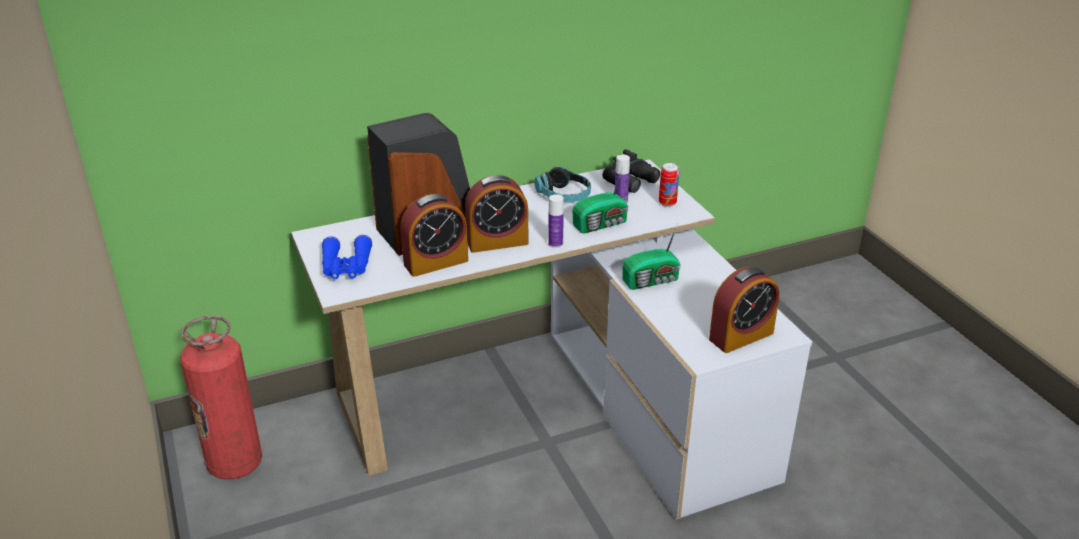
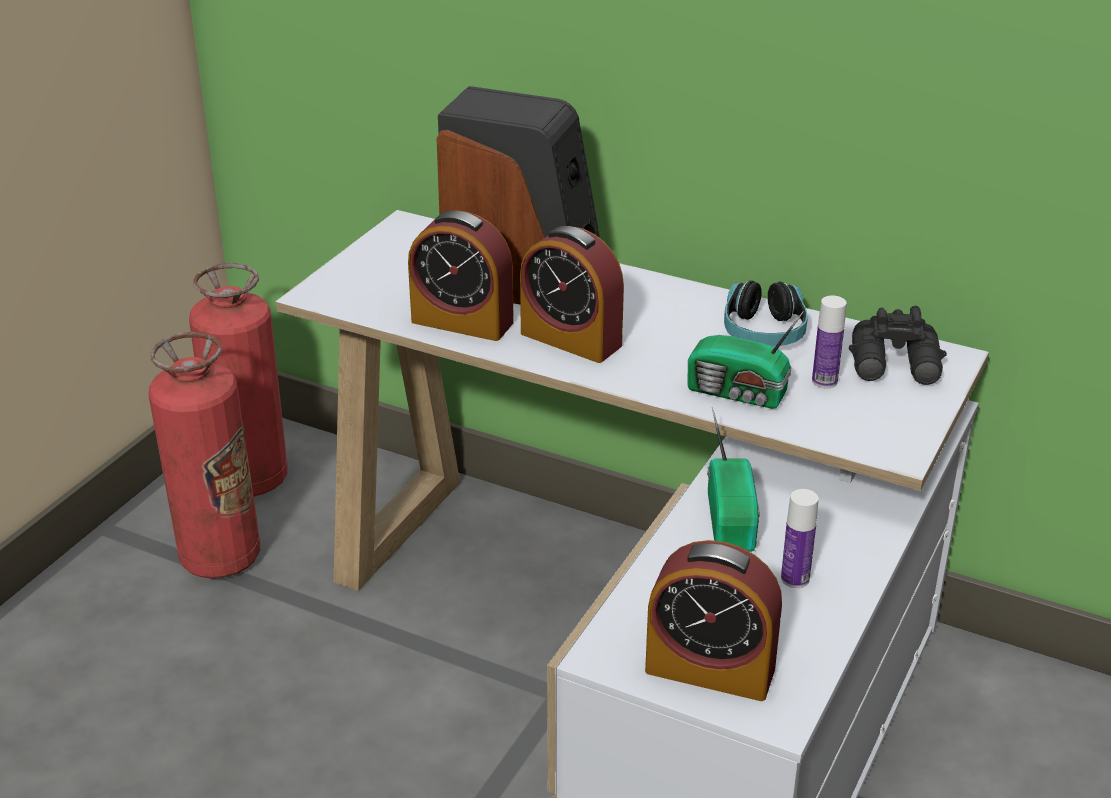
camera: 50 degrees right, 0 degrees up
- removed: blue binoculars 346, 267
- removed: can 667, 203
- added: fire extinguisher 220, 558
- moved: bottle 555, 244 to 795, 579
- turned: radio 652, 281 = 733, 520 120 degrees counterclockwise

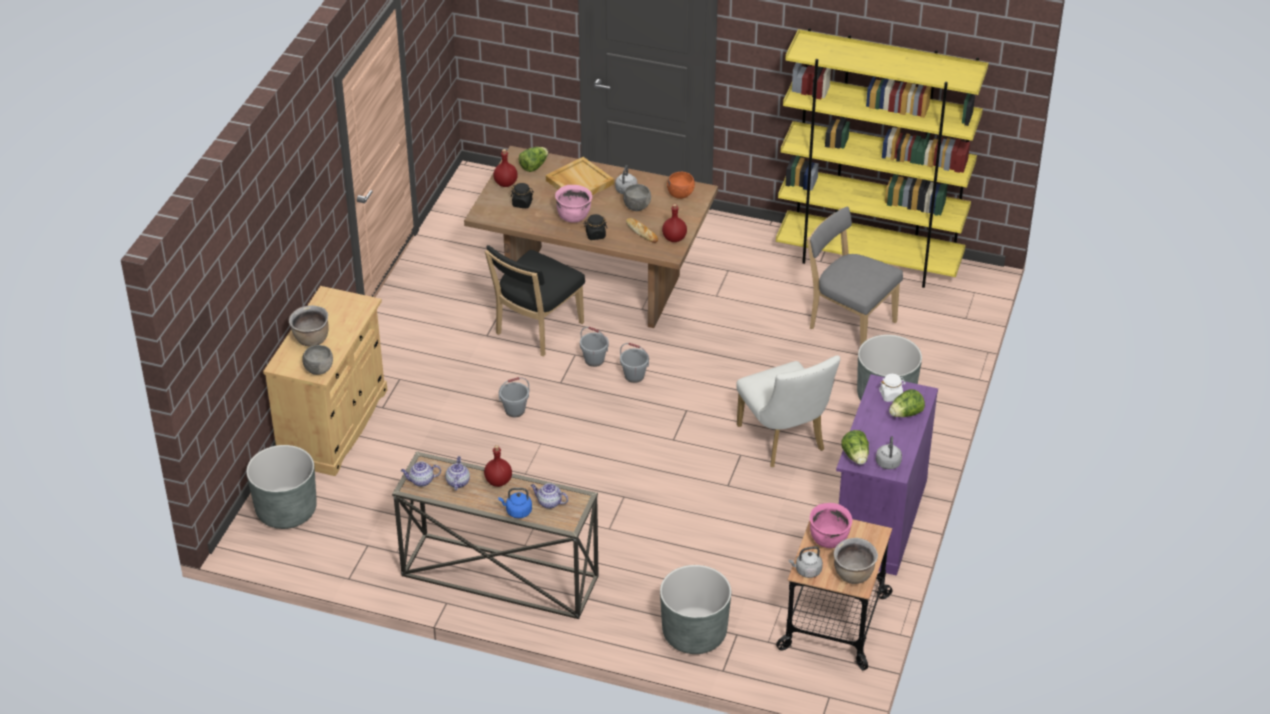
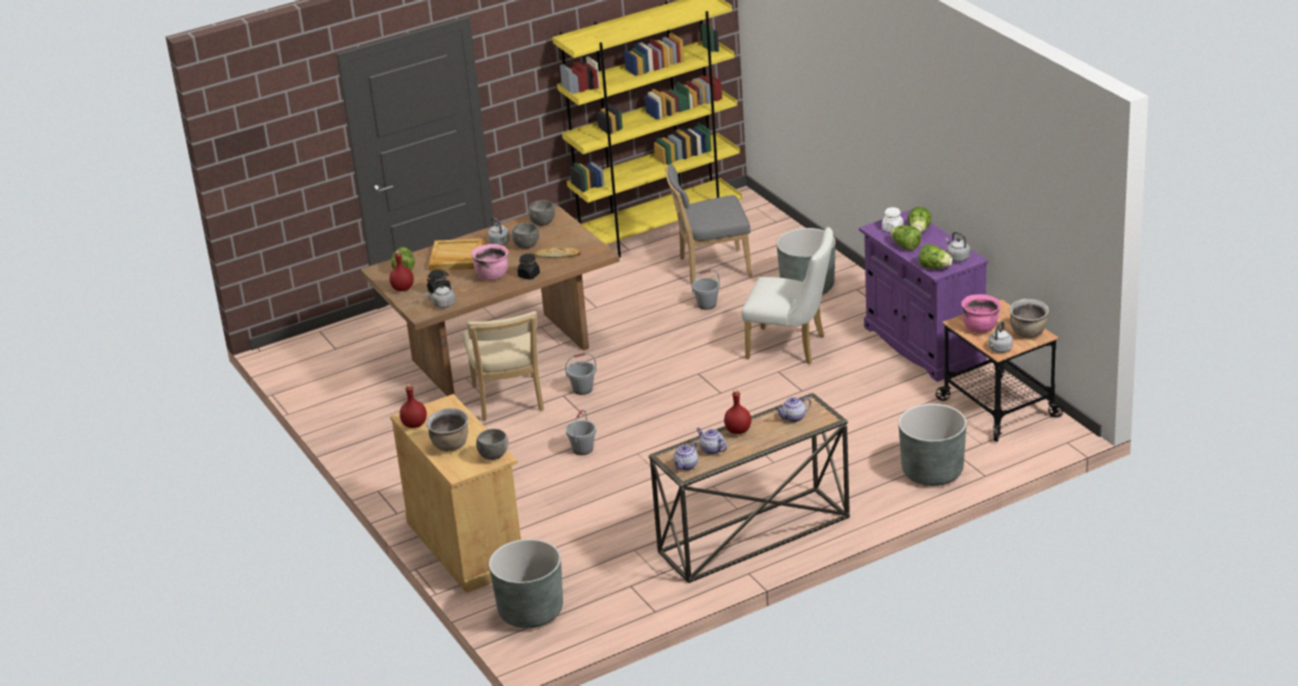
camera: 45 degrees left, 10 degrees down
- removed: blue kettle 517, 511
- added: grey kettle 442, 304
- added: lettuce 905, 246
- moved: grey bucket 634, 376 to 707, 305
- moved: red bottle 674, 238 to 414, 425
- recoloured: black chair 536, 330 to beige chair 508, 401
- recoloured: orange bowl 680, 195 to grey bowl 542, 223

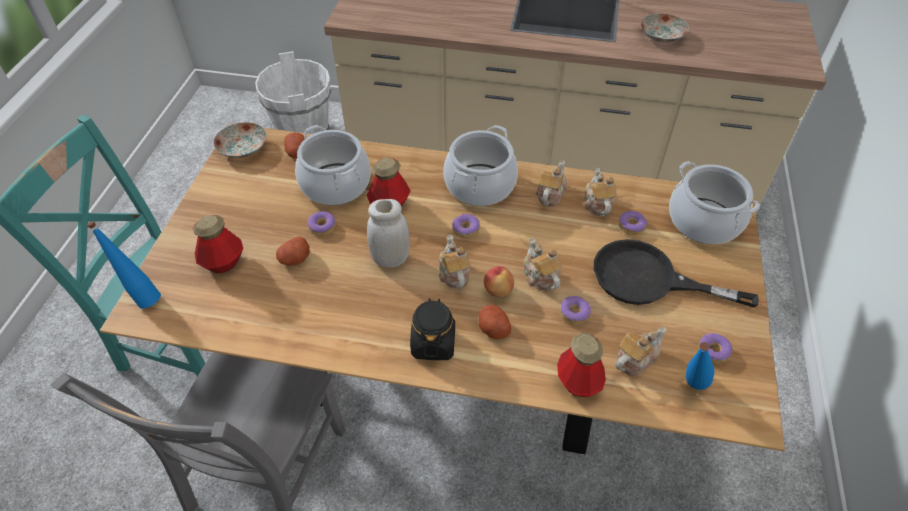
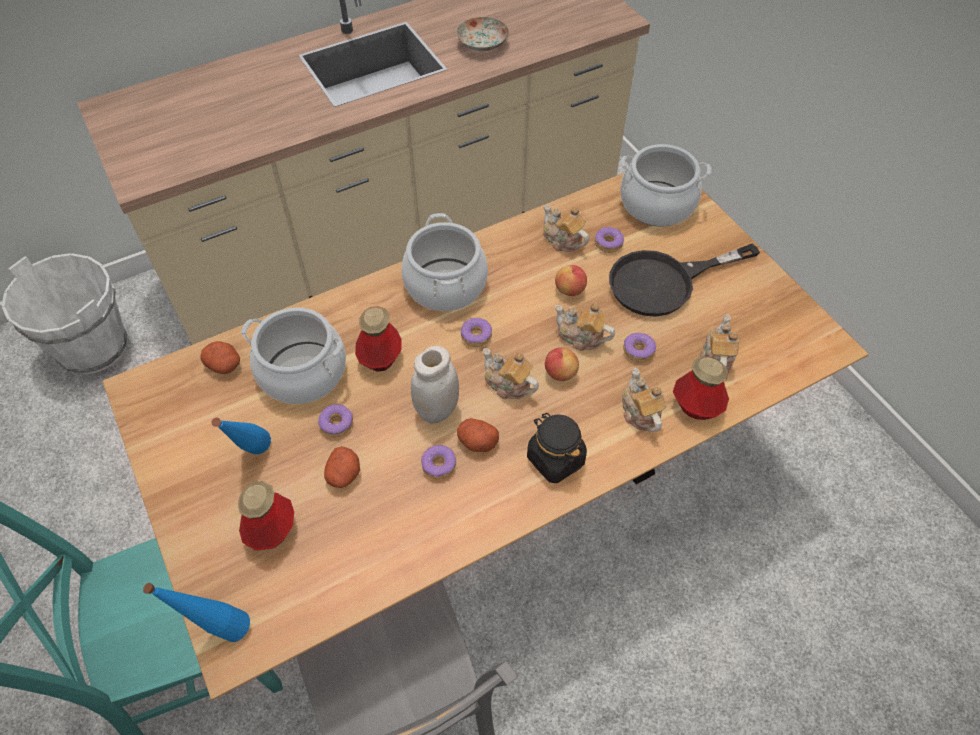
camera: 40 degrees left, 5 degrees up
- removed: plate 243, 149
- added: apple 570, 290
- moved: potato 493, 328 to 477, 441
- moved: teapot 550, 194 to 639, 412
- moved: blue bottle 689, 388 to 254, 457
- moved: donut 712, 352 to 438, 465

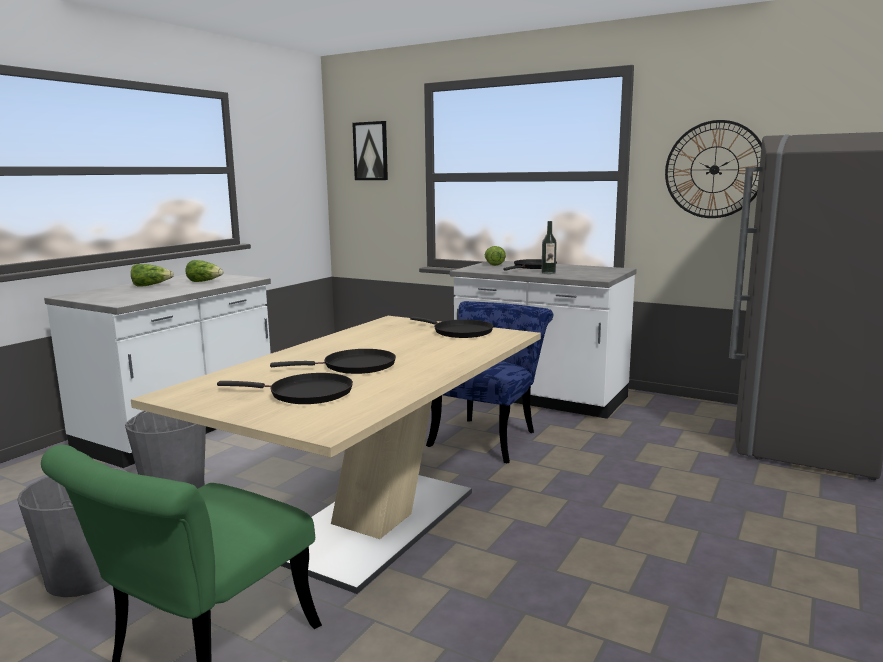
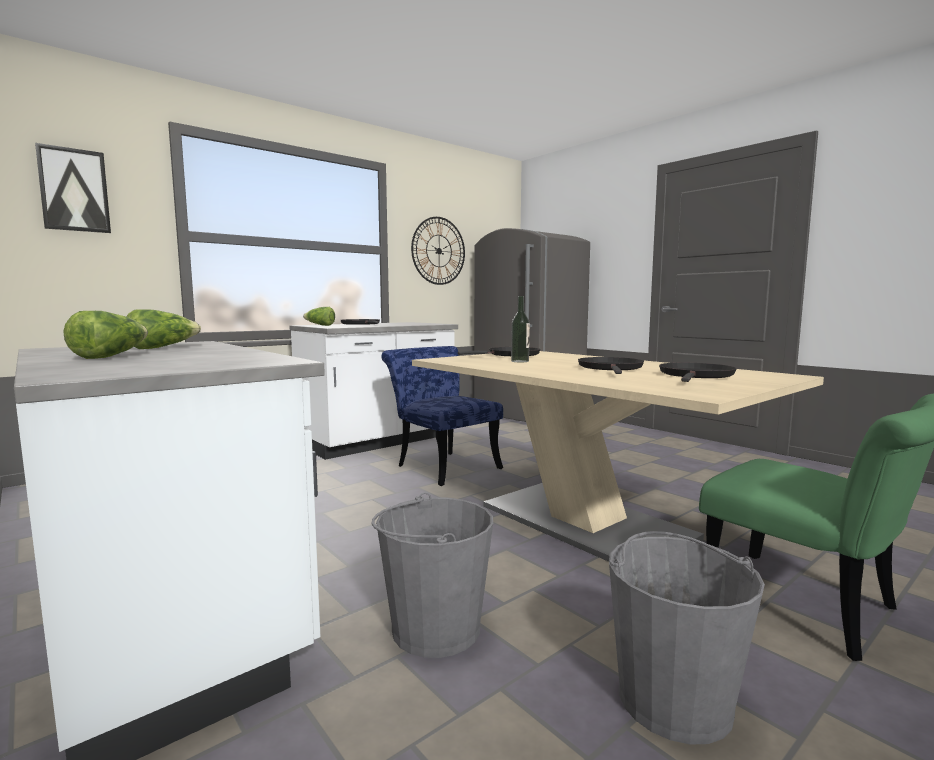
camera: 70 degrees left, 5 degrees down
- moved: bottle 548, 273 to 520, 361

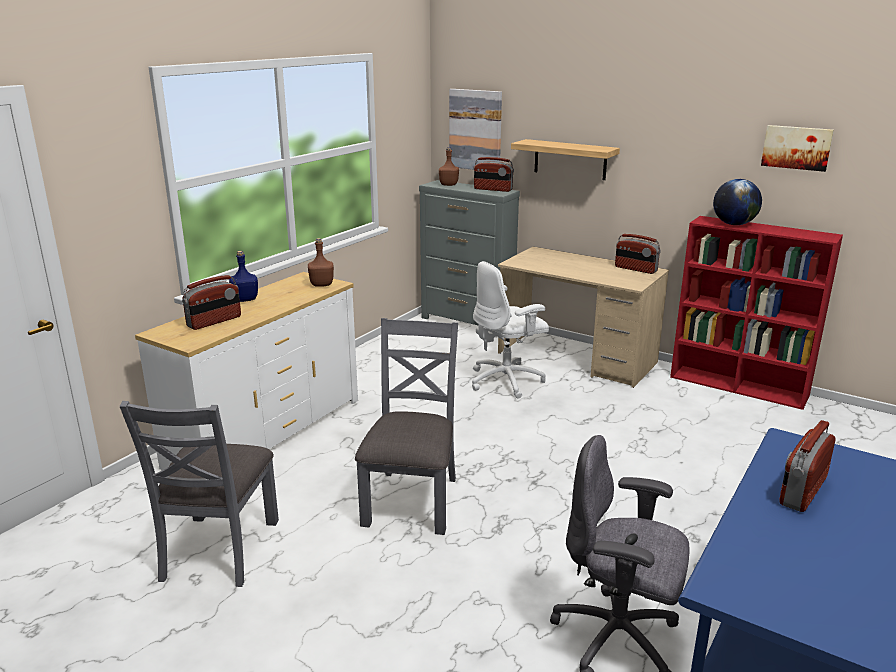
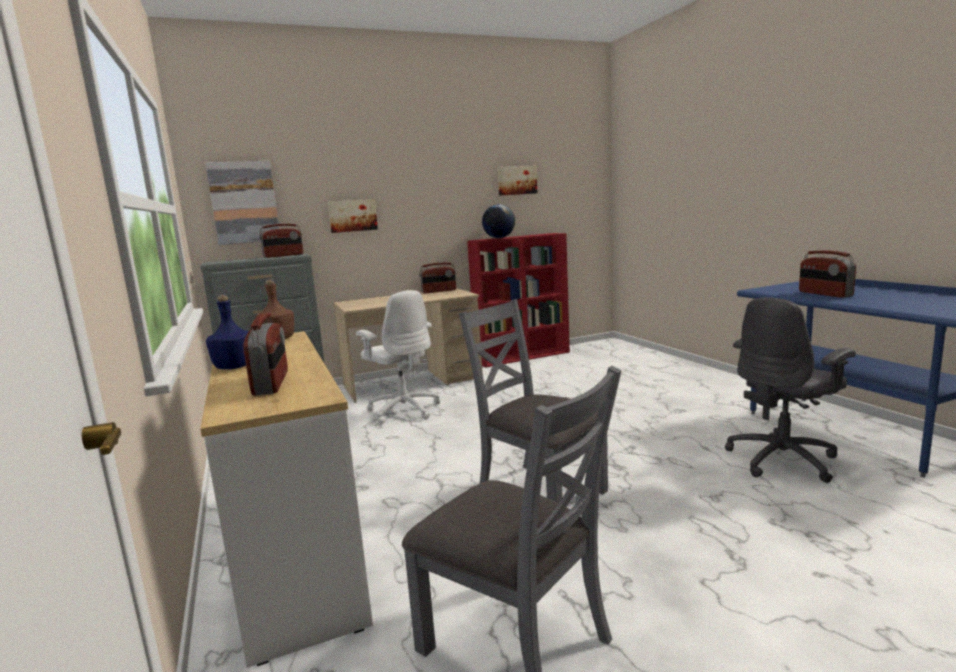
camera: 55 degrees left, 10 degrees down
- removed: brown bottle 448, 185
- replaced: shelf 570, 159 to picture 352, 215
- turned: white office chair 507, 381 = 403, 410 45 degrees counterclockwise

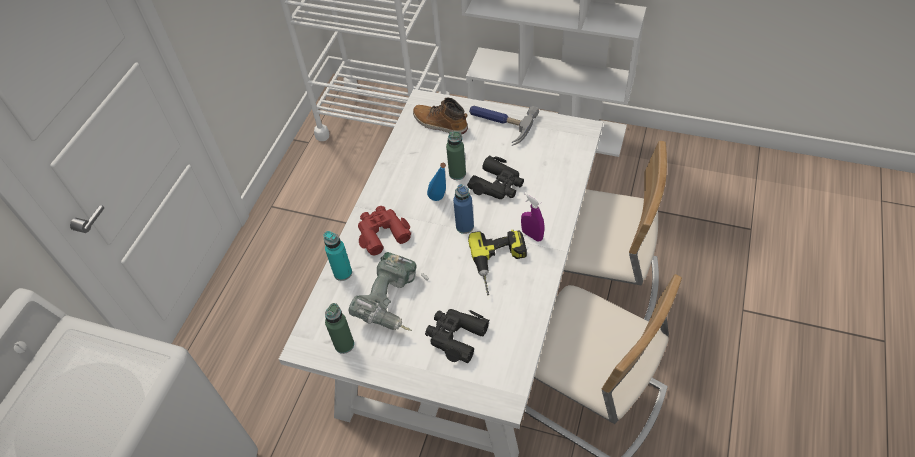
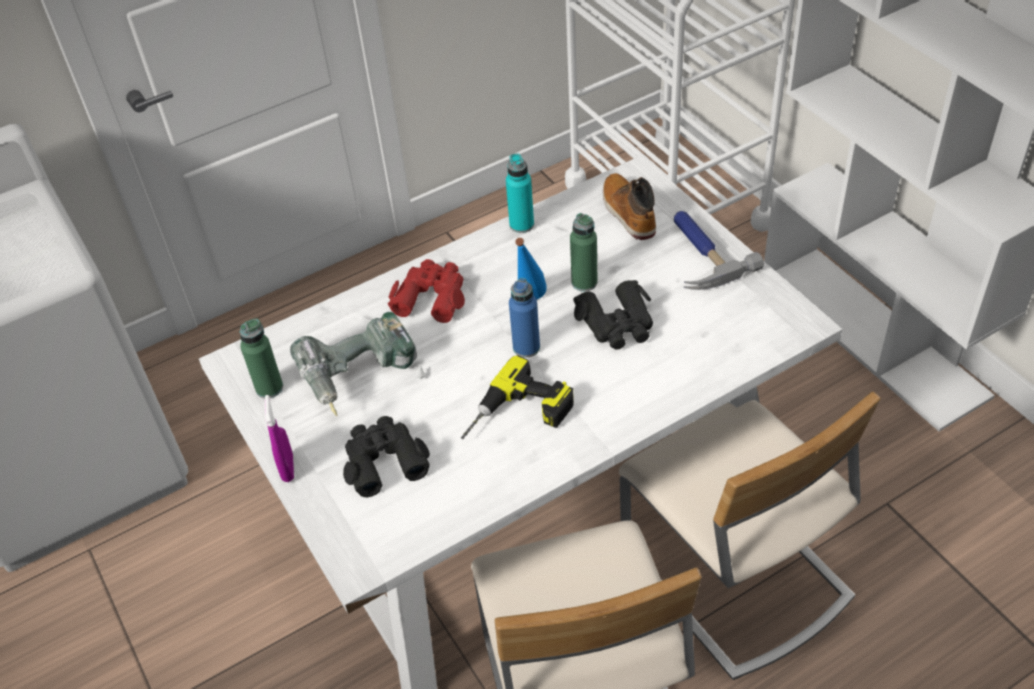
camera: 40 degrees right, 5 degrees down
- moved: turquoise bottle 343, 273 to 521, 225
- moved: purple spray bottle 532, 235 to 288, 468

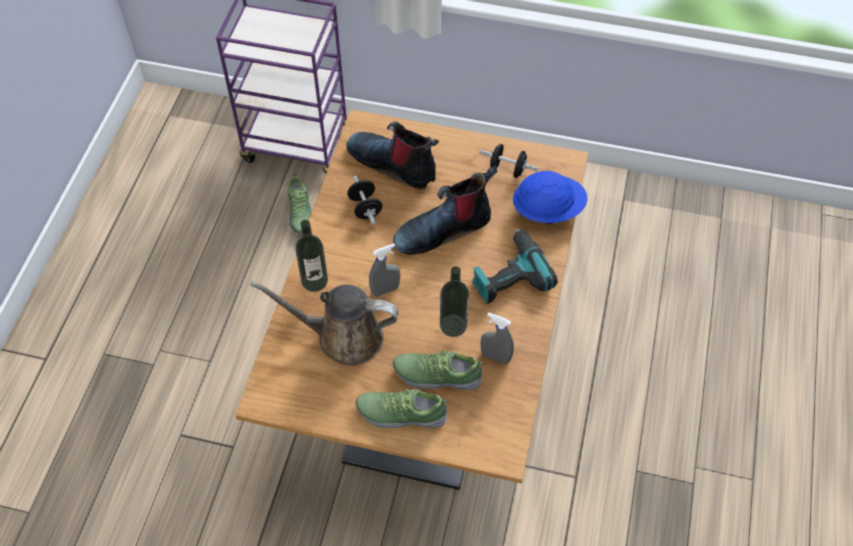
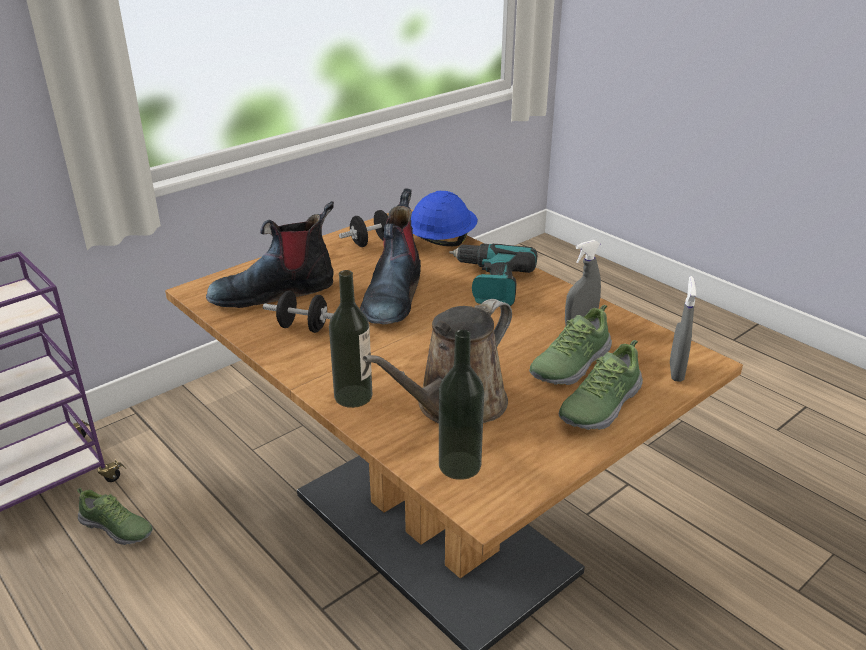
camera: 55 degrees left, 25 degrees down
- moved: grey spray bottle 385, 290 to 676, 372
- moved: bottle 453, 325 to 459, 465

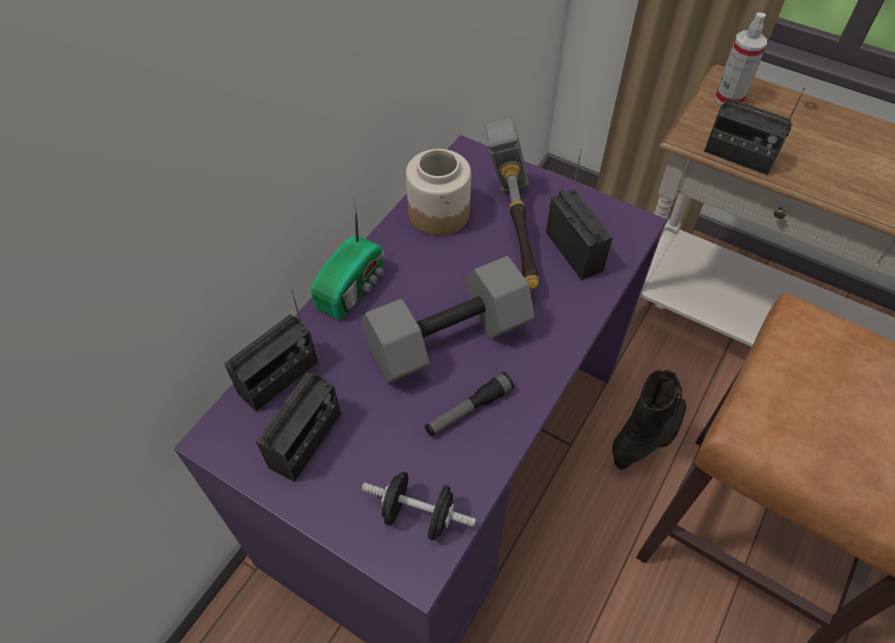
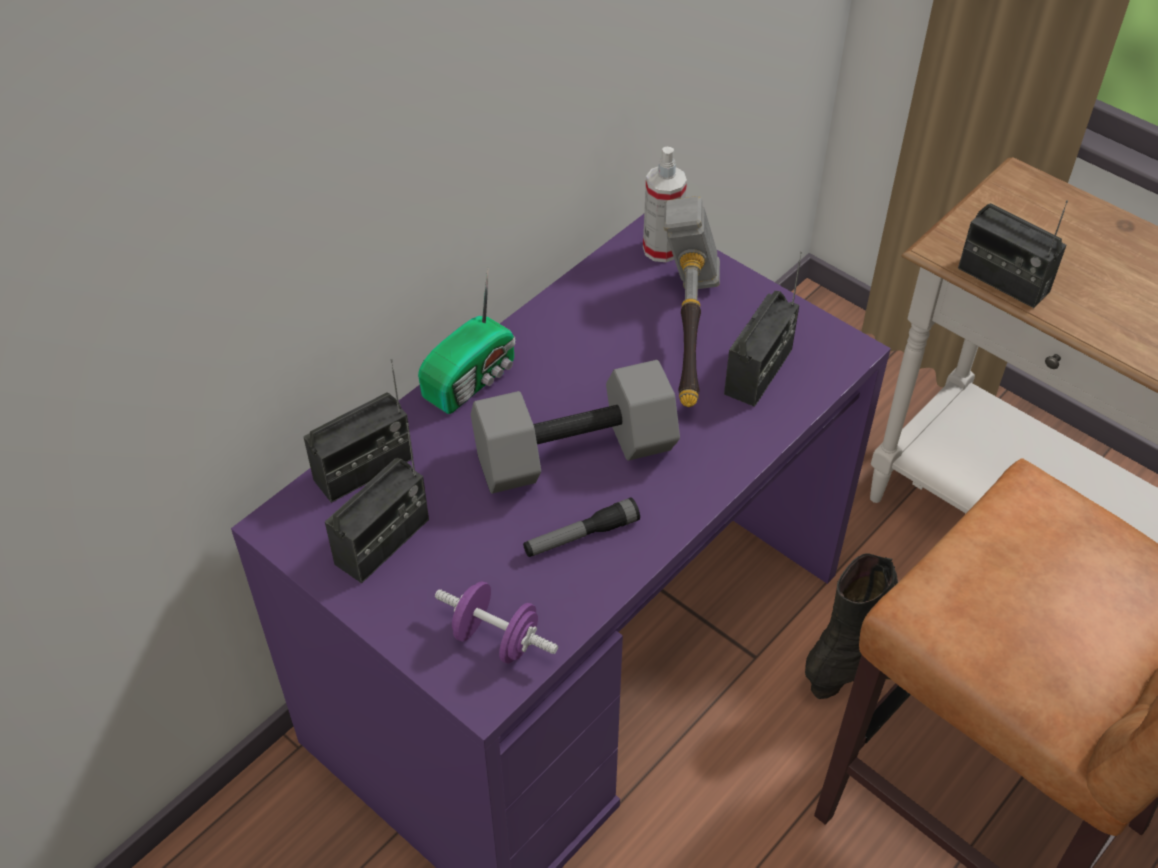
camera: 10 degrees right, 5 degrees down
- removed: jar 439, 213
- moved: spray bottle 729, 98 to 662, 249
- recoloured: black dumbbell 418, 515 to purple dumbbell 496, 639
- turned: radio 574, 251 = 759, 372 45 degrees clockwise

